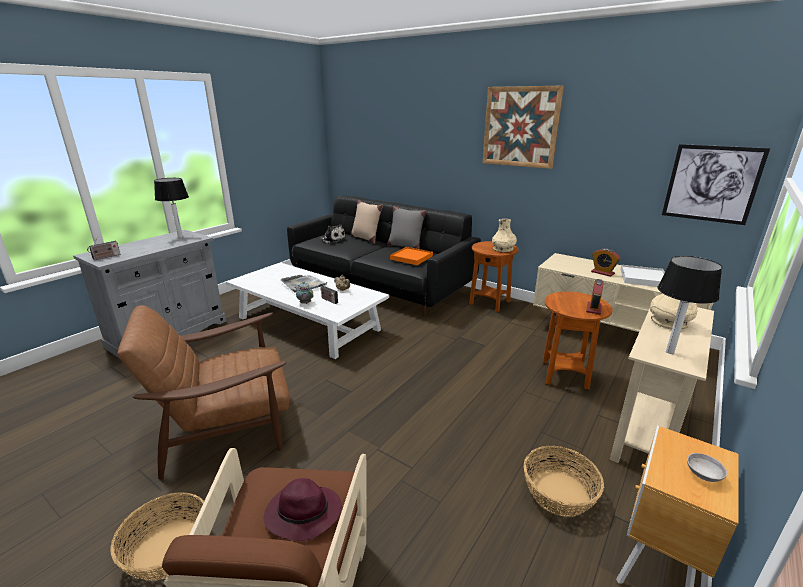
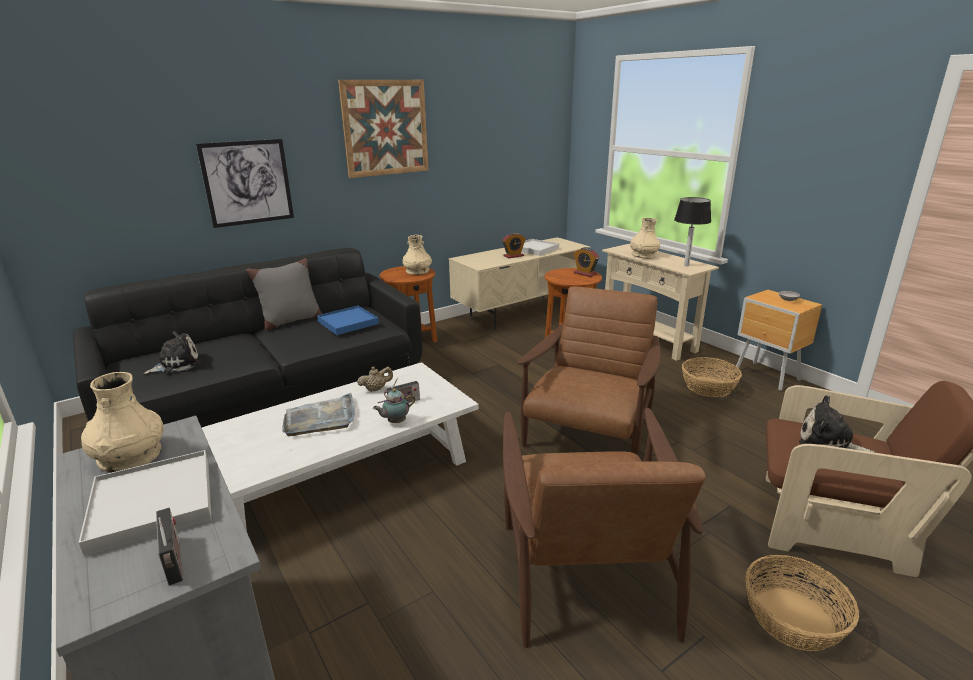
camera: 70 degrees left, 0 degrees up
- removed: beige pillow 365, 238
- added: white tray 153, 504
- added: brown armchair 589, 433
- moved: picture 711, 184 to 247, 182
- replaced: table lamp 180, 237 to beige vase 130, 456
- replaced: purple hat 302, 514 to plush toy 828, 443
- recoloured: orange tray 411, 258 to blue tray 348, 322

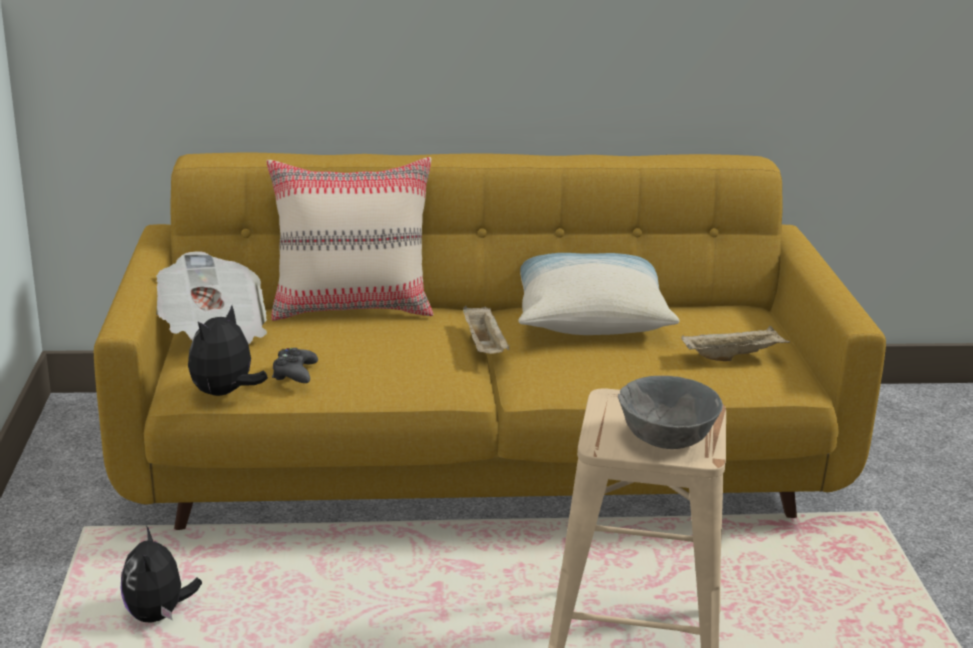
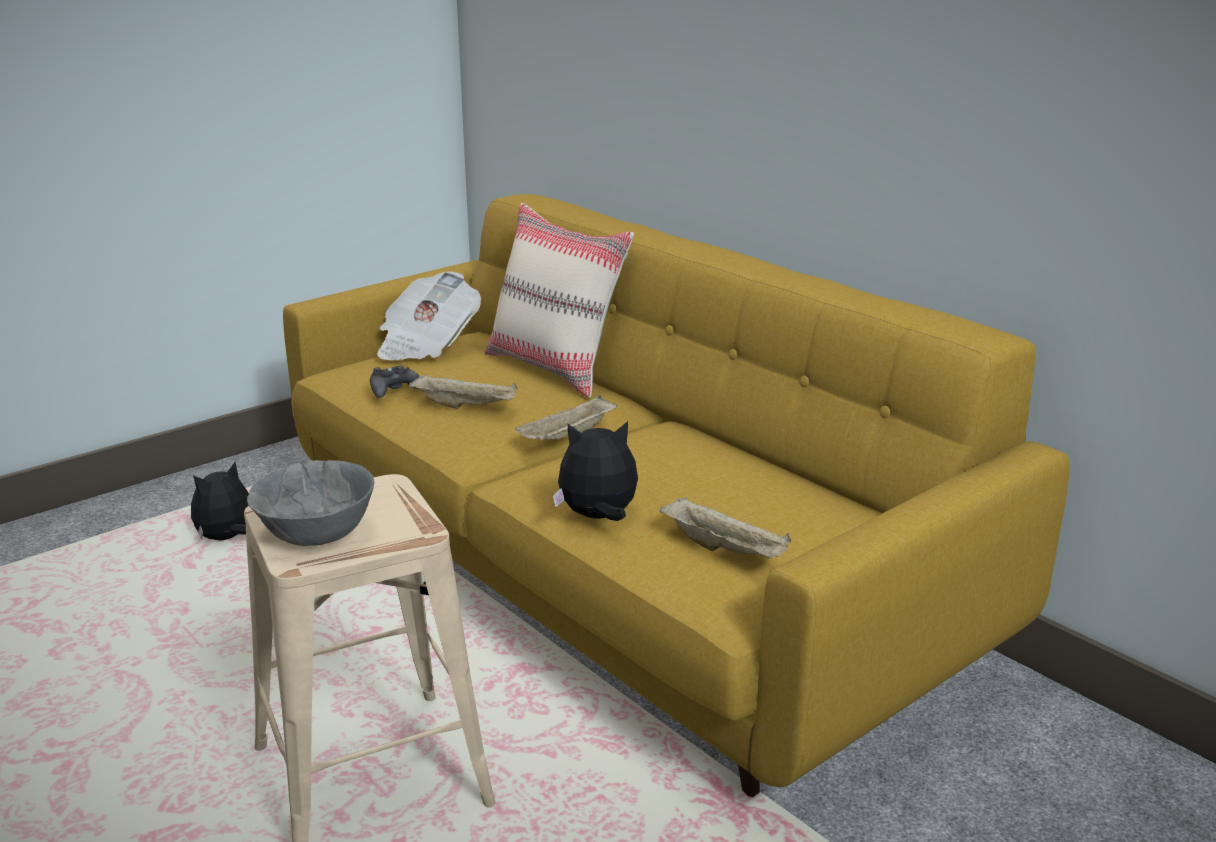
camera: 55 degrees right, 0 degrees up
- removed: pillow 588, 317
- added: beige tray 467, 406
- moved: plush toy 225, 393 to 598, 517

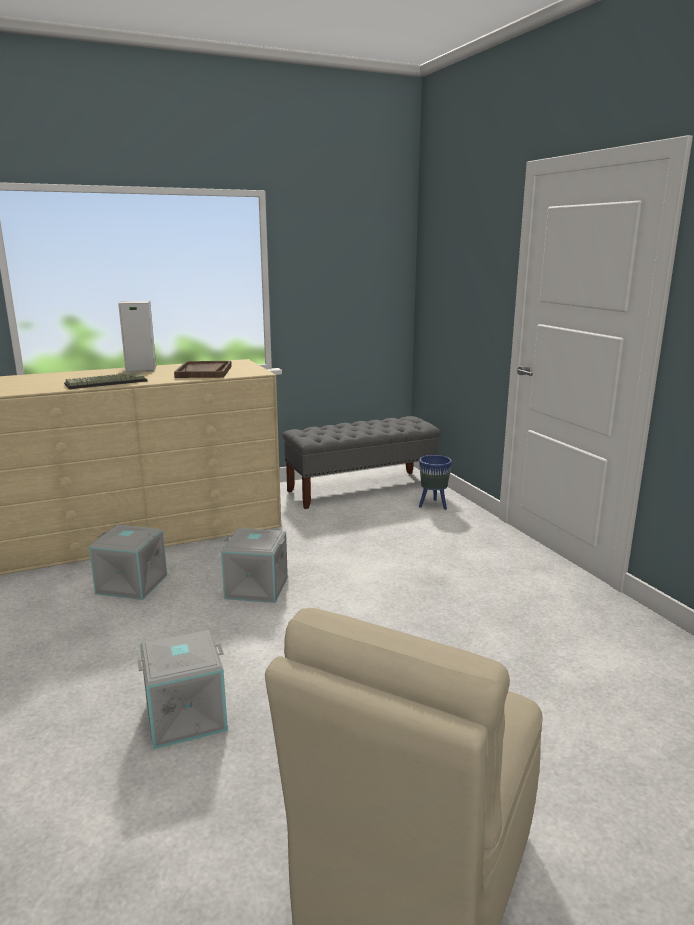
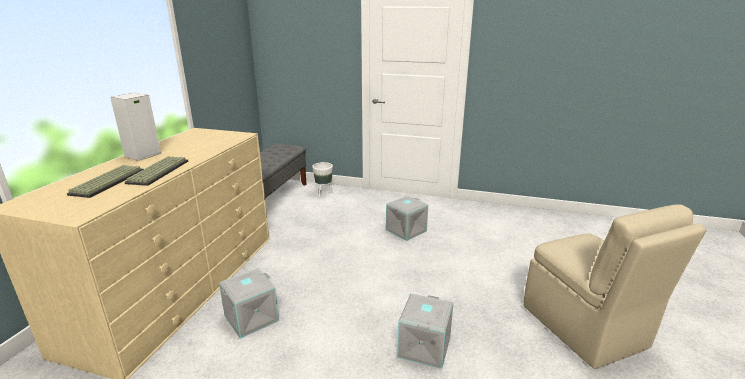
camera: 50 degrees left, 5 degrees up
- removed: brown tray 204, 372
- added: keyboard 107, 181
- moved: grey storage box 256, 588 to 406, 231
- recoloured: blue planter 433, 505 to white planter 324, 193

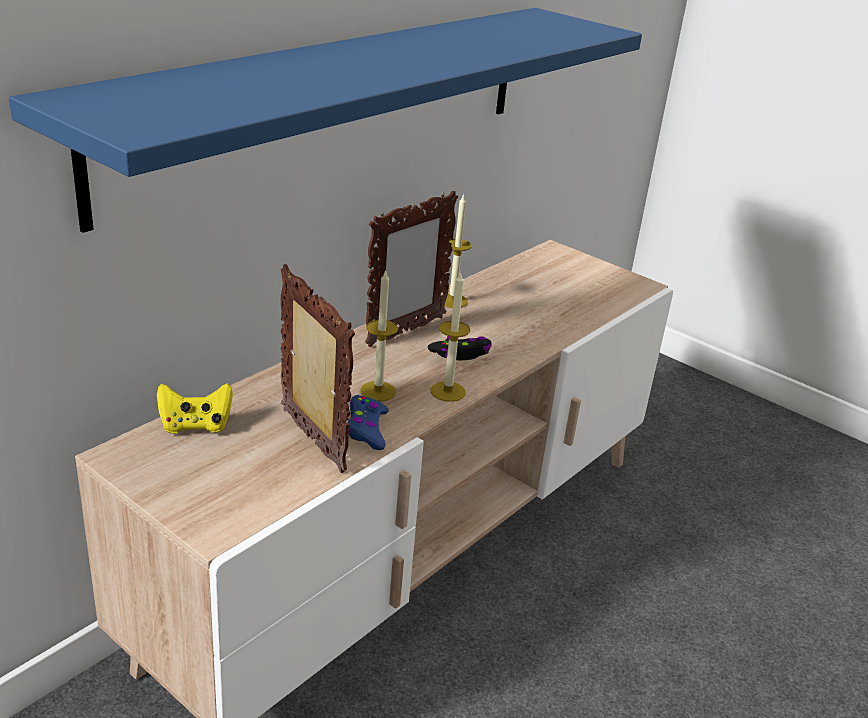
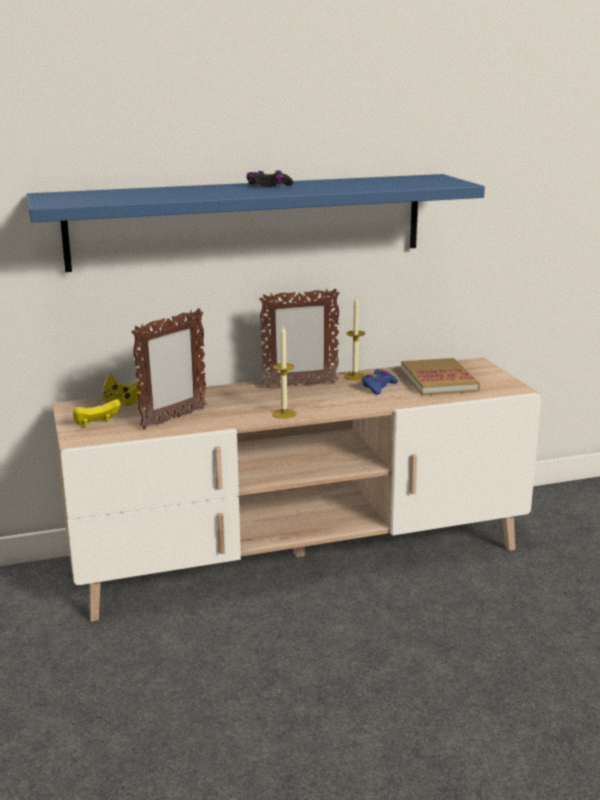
camera: 35 degrees right, 10 degrees down
- removed: candle 378, 391
- added: yellow game controller 96, 424
- added: book 439, 380
- moved: blue game controller 366, 429 to 378, 387
- moved: black game controller 461, 354 to 268, 186
- turned: picture frame 312, 441 = 173, 418 45 degrees clockwise

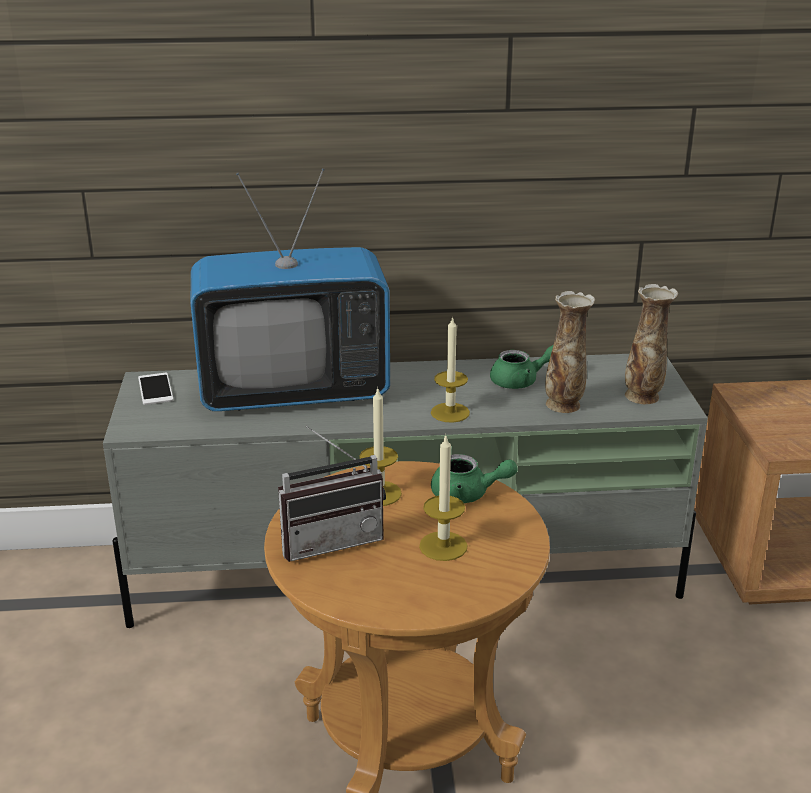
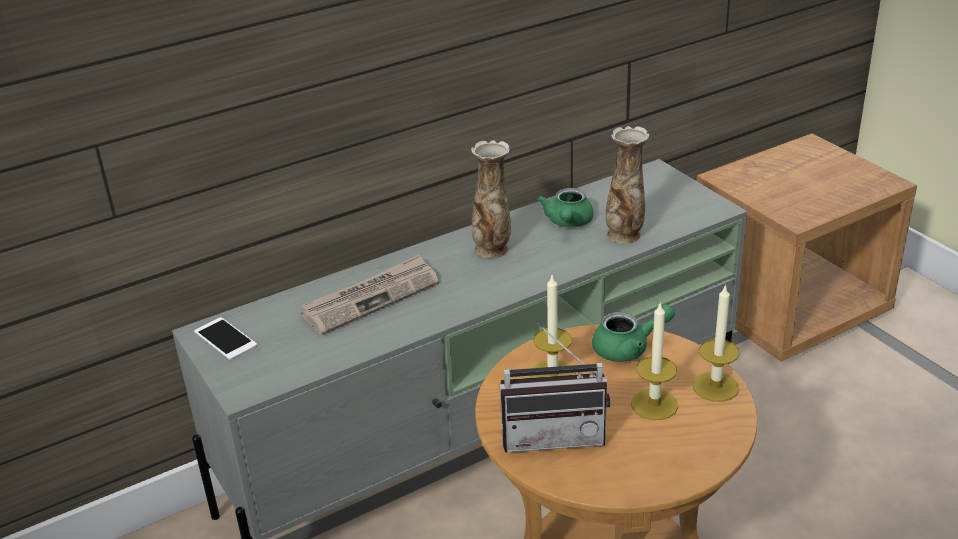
camera: 25 degrees left, 5 degrees up
- moved: candle 450, 412 to 715, 386
- moved: vase 643, 396 to 492, 249
- replaced: television 294, 392 to newspaper 371, 298
- turned: radio 330, 539 = 553, 434 45 degrees clockwise
- turned: green teapot 521, 381 = 568, 223 135 degrees clockwise

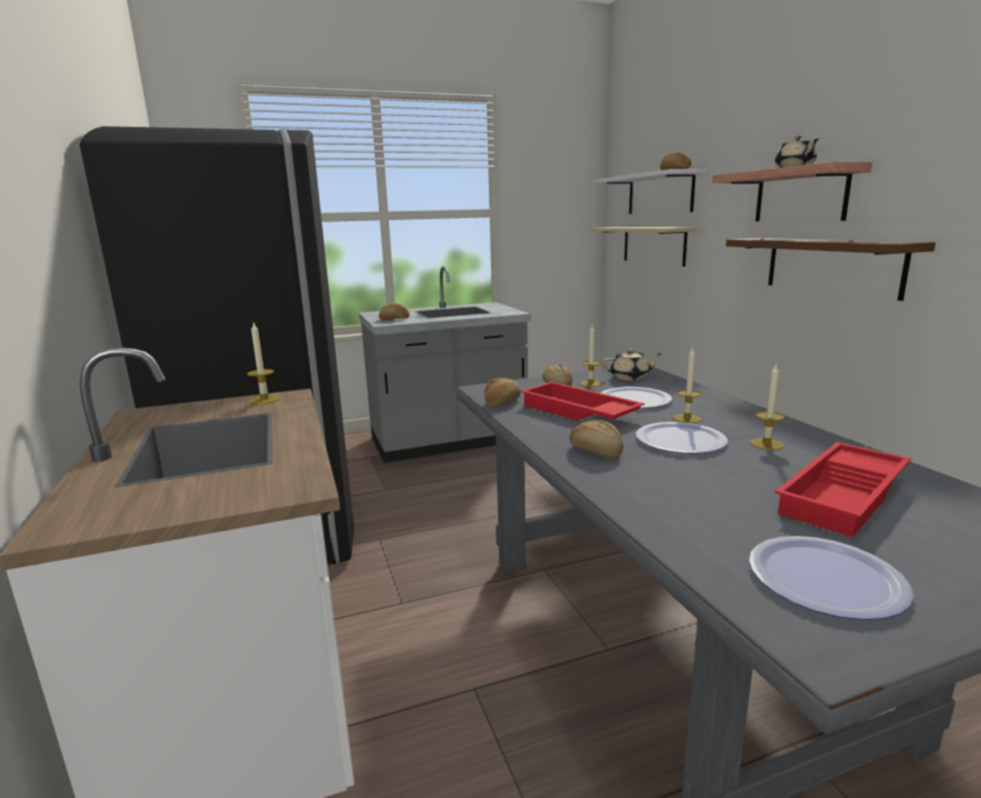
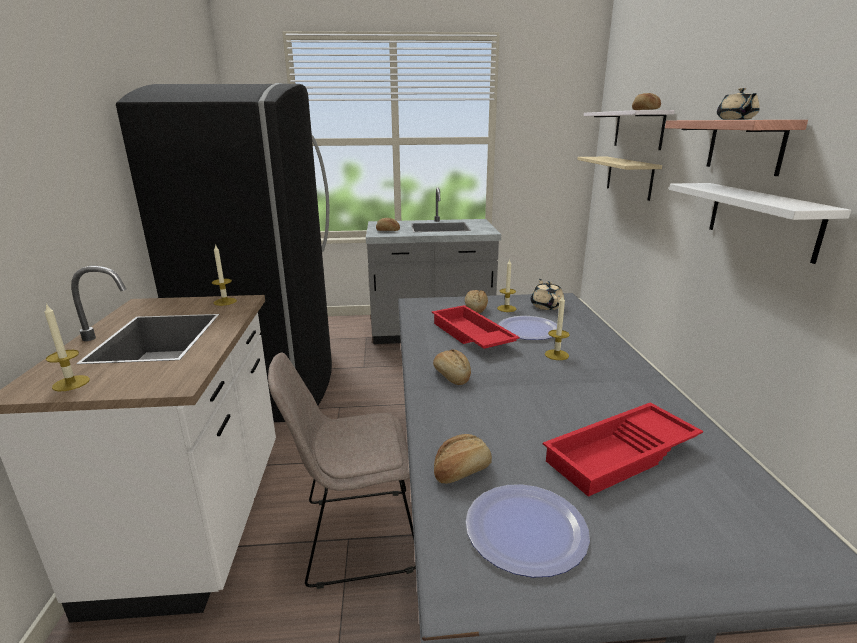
camera: 15 degrees right, 5 degrees up
- removed: plate 680, 440
- added: beige chair 354, 535
- moved: bread 502, 402 to 461, 471
- moved: candle 766, 444 to 71, 383
- recoloured: brown shelf 832, 266 to white shelf 761, 219
- turned: beige teapot 630, 377 = 546, 306 105 degrees counterclockwise

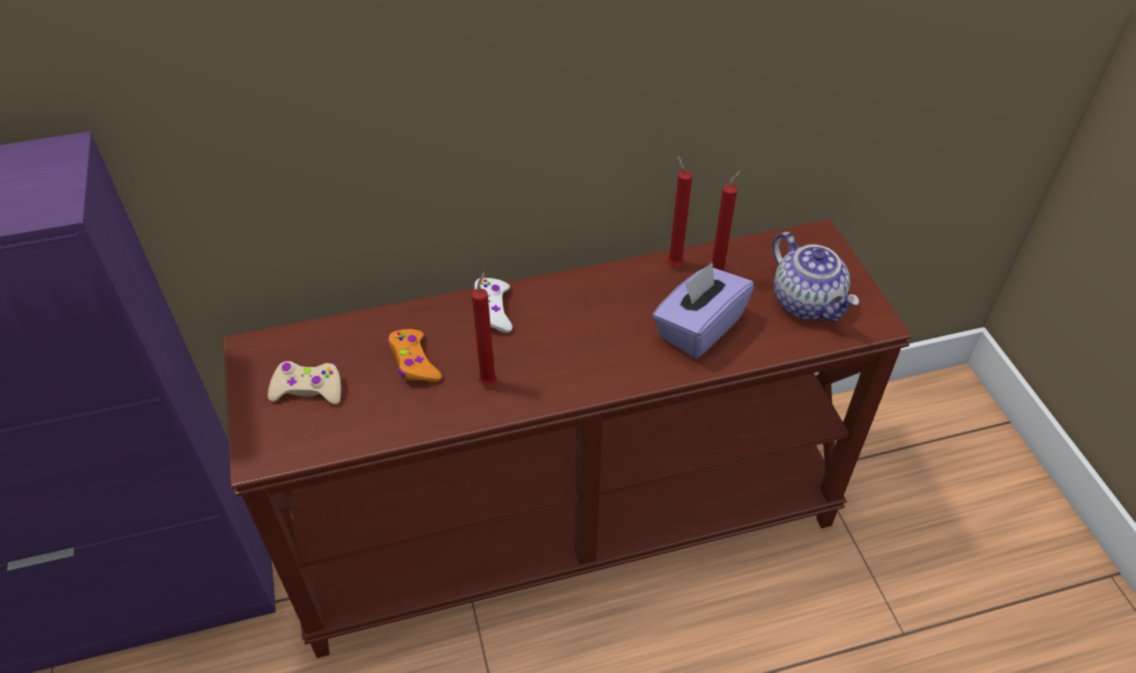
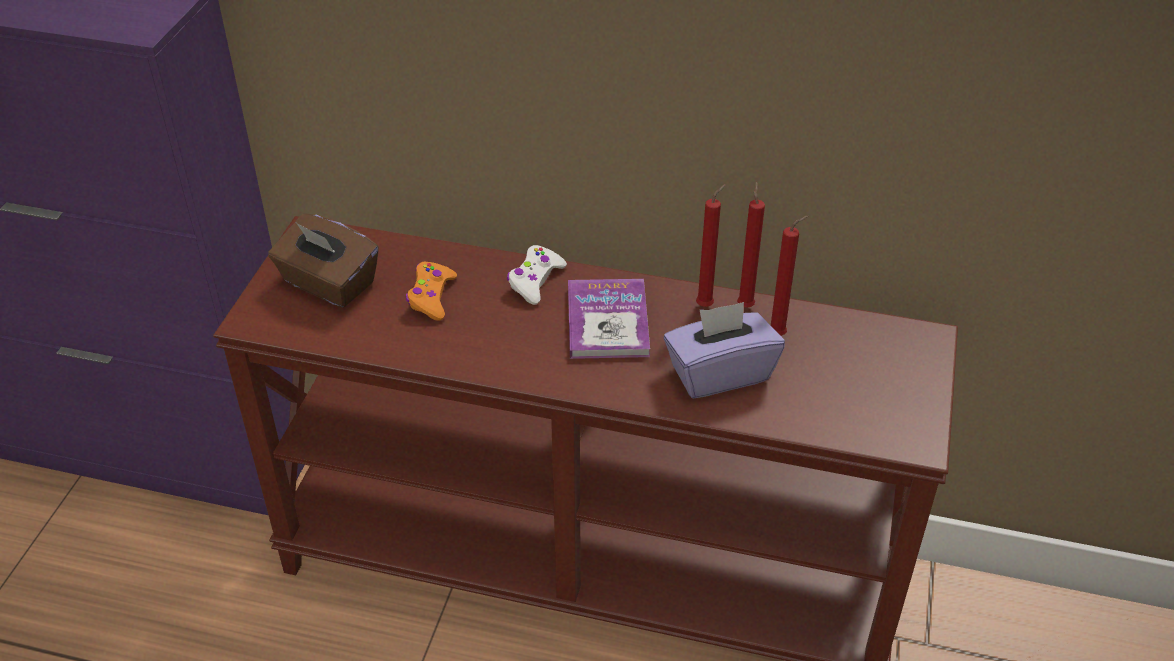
camera: 30 degrees right, 5 degrees down
- removed: teapot 807, 302
- added: book 607, 321
- moved: red candle 489, 381 to 706, 305
- replaced: beige game controller 308, 389 to brown tissue box 328, 284

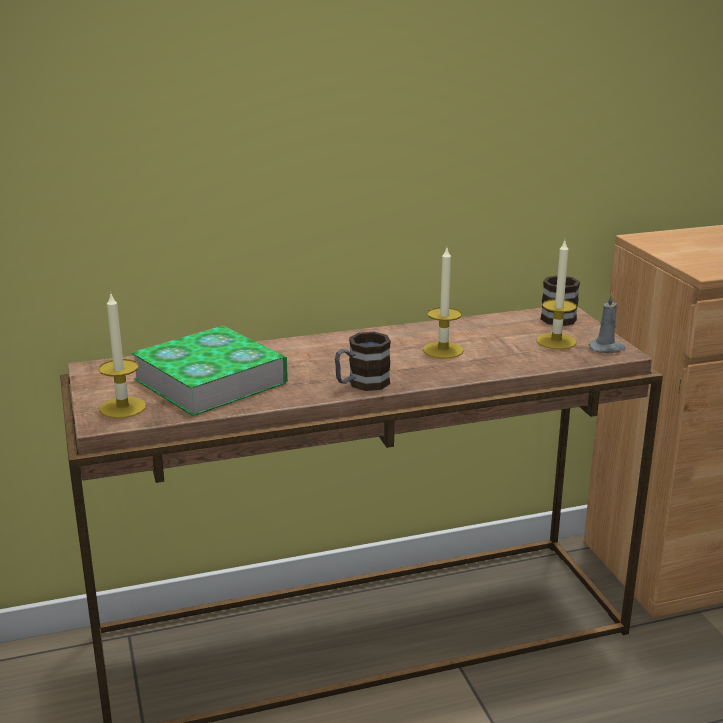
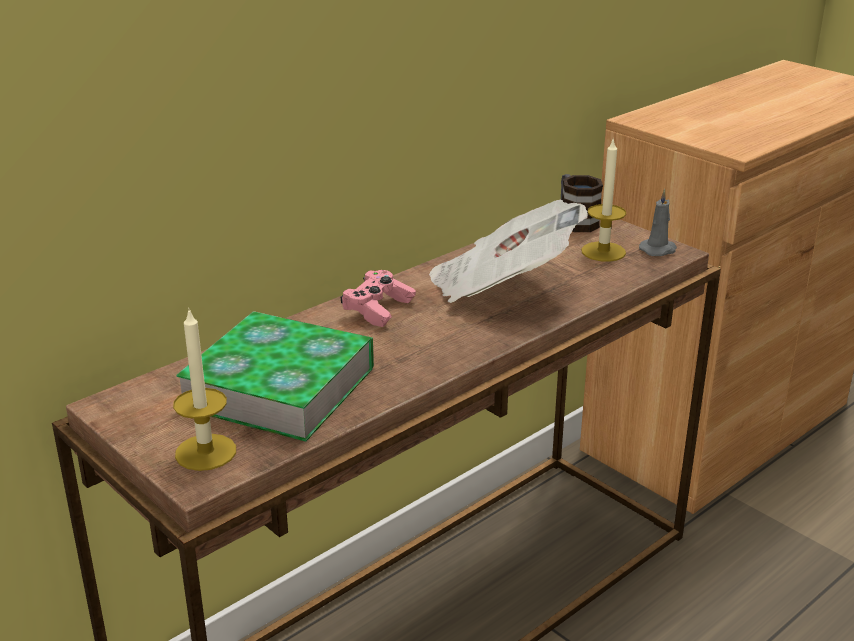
camera: 25 degrees left, 5 degrees up
- removed: mug 361, 384
- added: pink game controller 378, 309
- replaced: candle 443, 350 to newspaper 502, 287

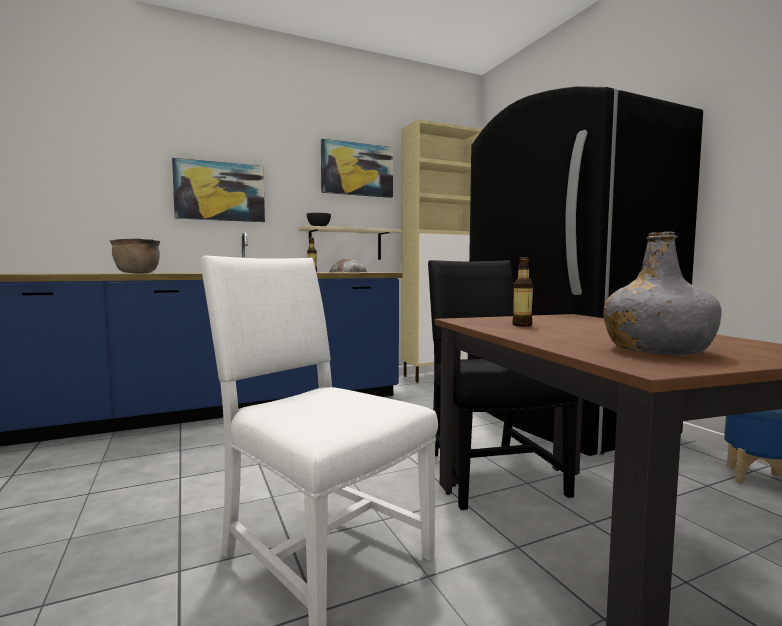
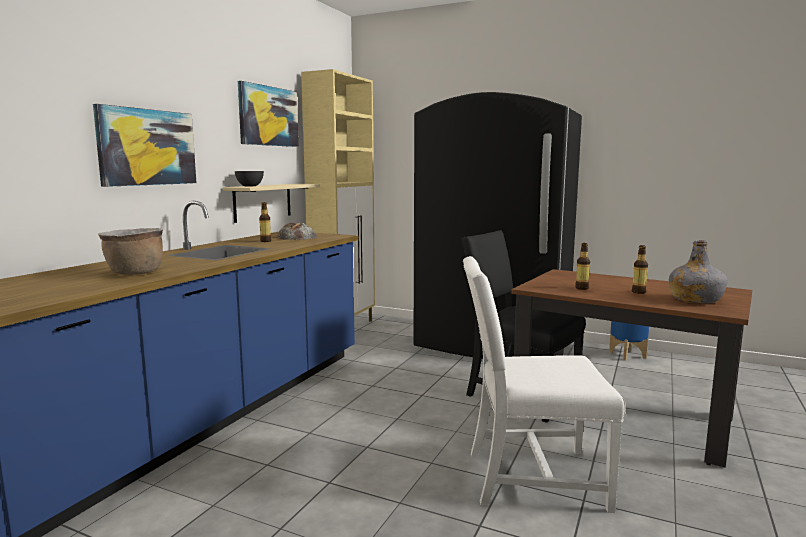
camera: 40 degrees left, 5 degrees up
- added: bottle 638, 292

